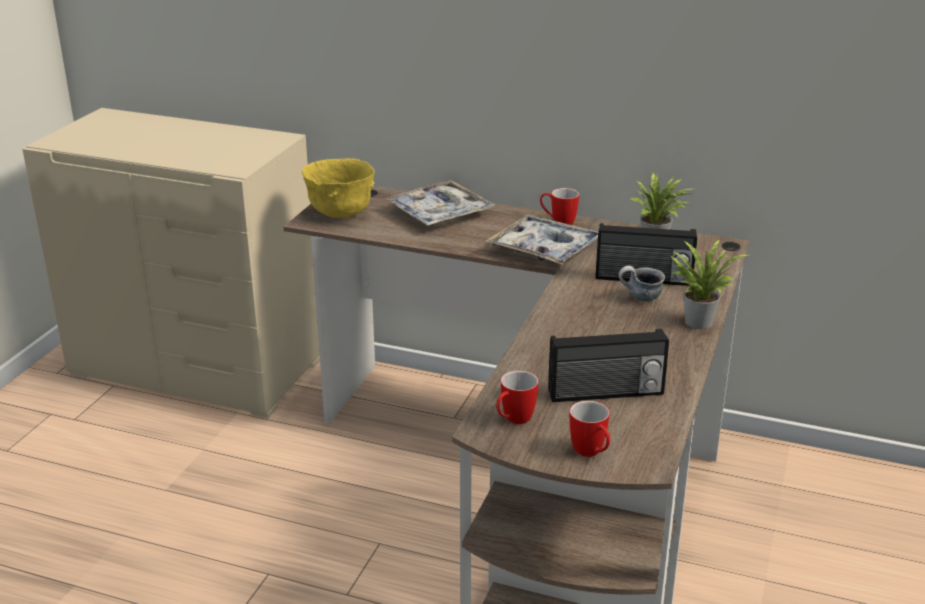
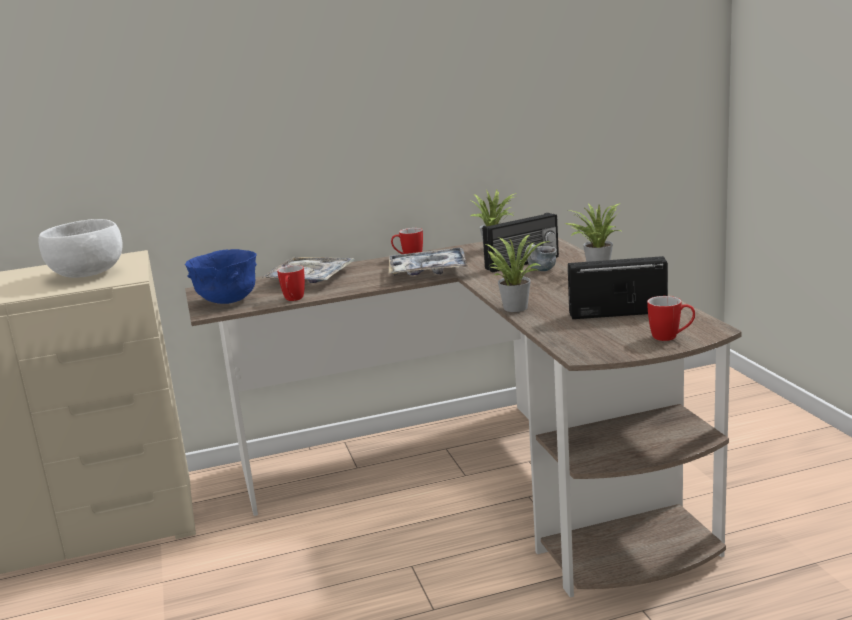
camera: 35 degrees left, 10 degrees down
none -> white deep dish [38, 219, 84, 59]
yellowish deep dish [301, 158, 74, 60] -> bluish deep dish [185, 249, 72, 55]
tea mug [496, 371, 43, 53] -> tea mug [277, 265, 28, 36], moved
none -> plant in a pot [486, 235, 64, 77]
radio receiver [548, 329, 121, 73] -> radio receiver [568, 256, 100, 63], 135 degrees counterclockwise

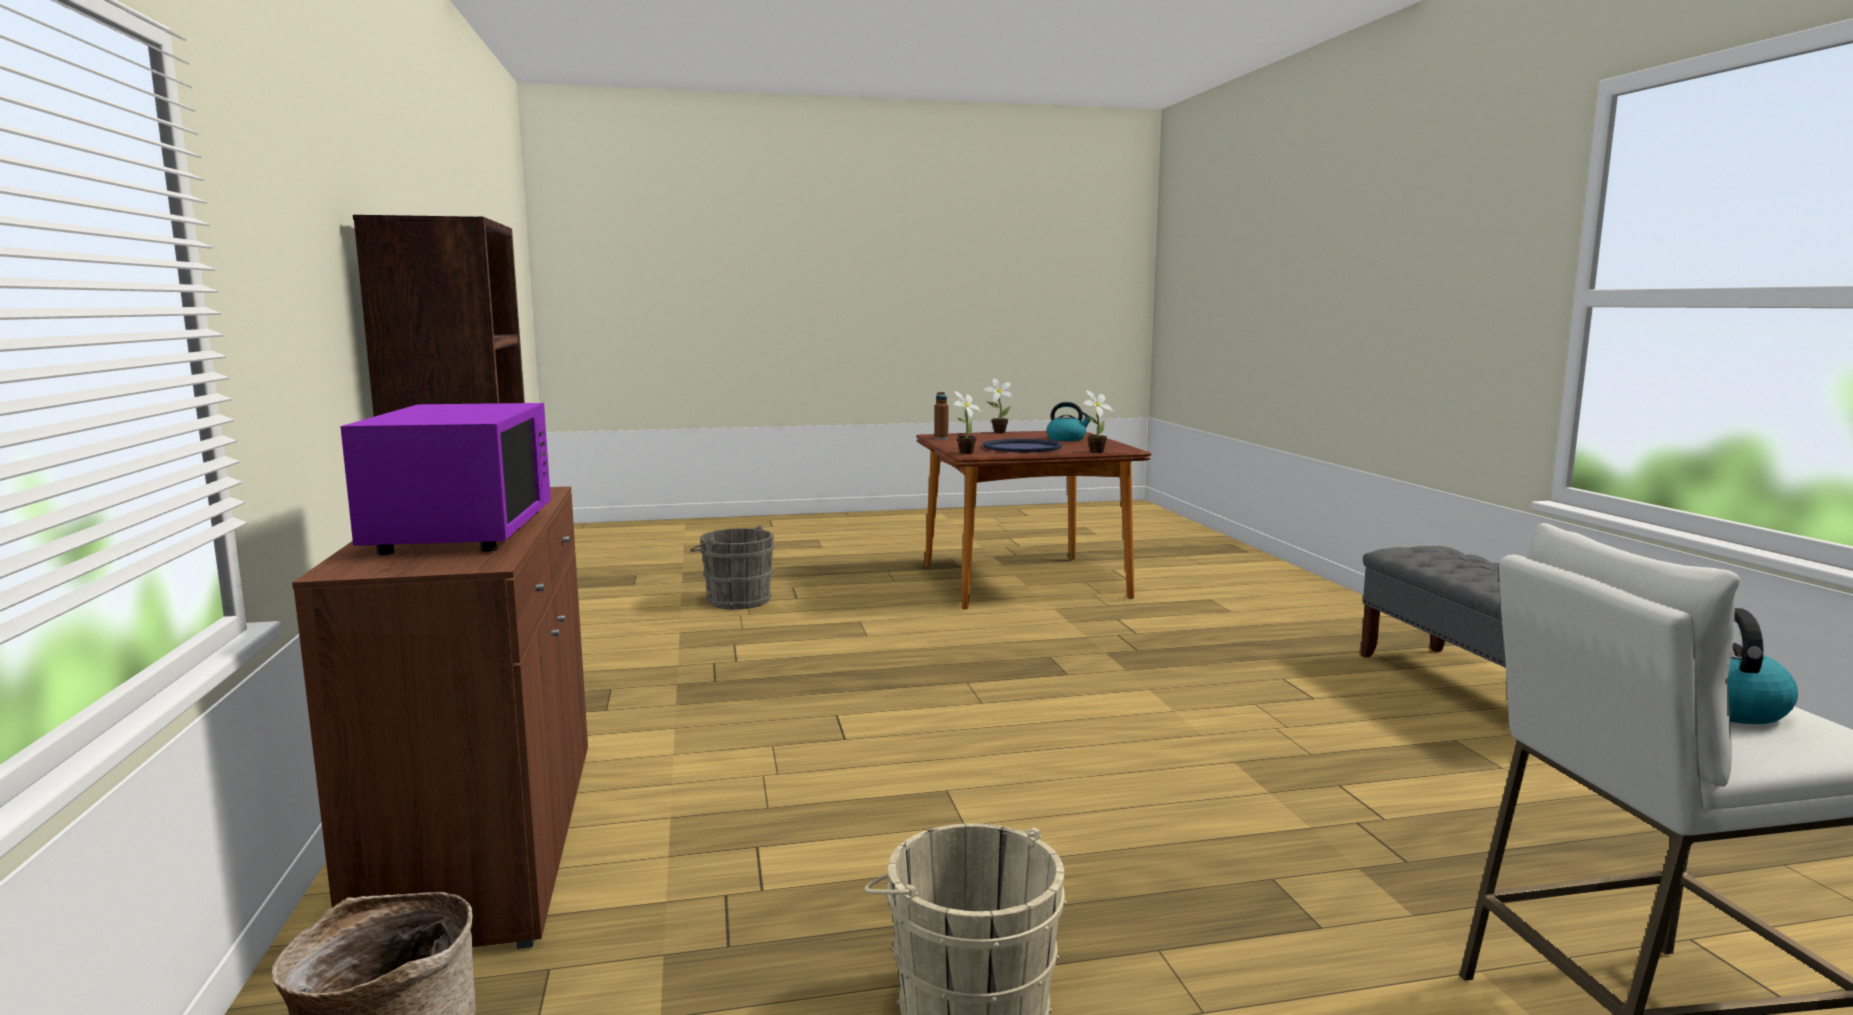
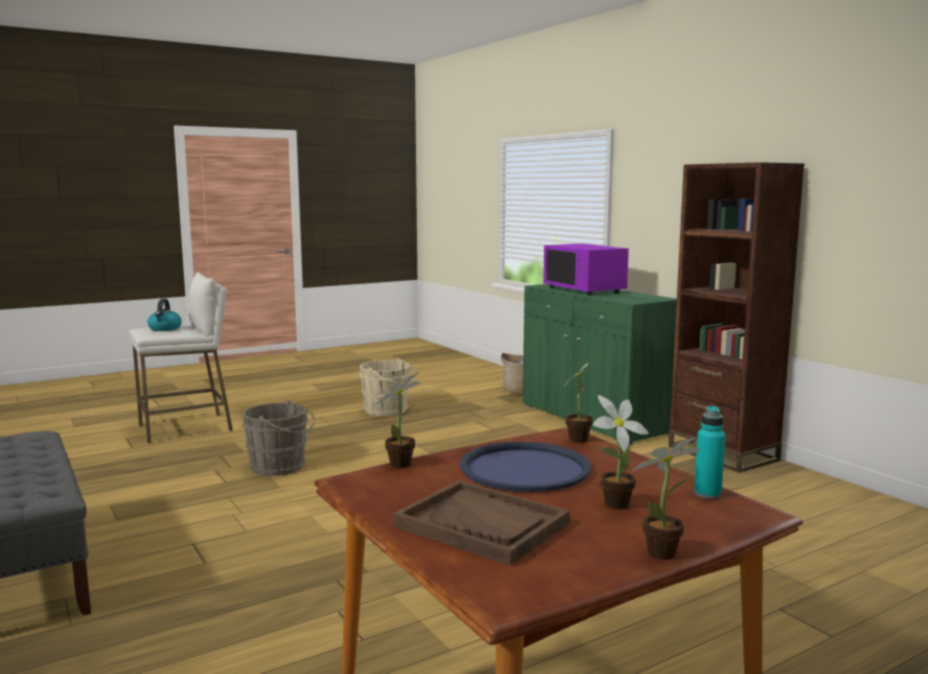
camera: 160 degrees right, 0 degrees up
grey bucket [690, 525, 85, 85] -> grey bucket [242, 400, 73, 76], moved
kettle [1047, 402, 45, 39] -> brownish tray [393, 480, 177, 86]
brownish storage cabinet [292, 486, 296, 463] -> green storage cabinet [523, 284, 154, 161]
none -> plant in a pot [593, 395, 56, 114]
brownish bottle [935, 392, 13, 48] -> blue-green bottle [694, 406, 32, 93]

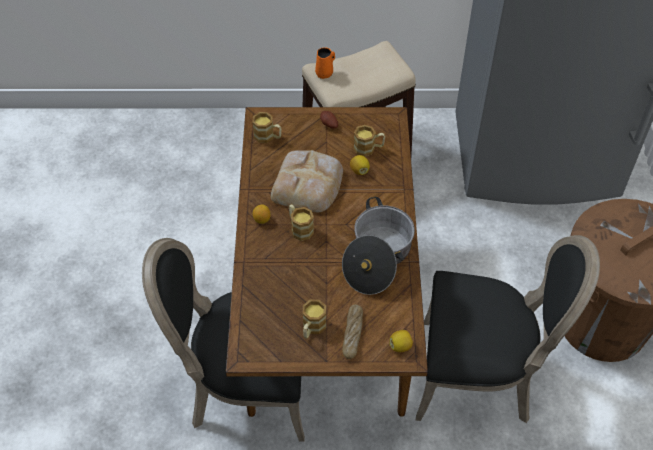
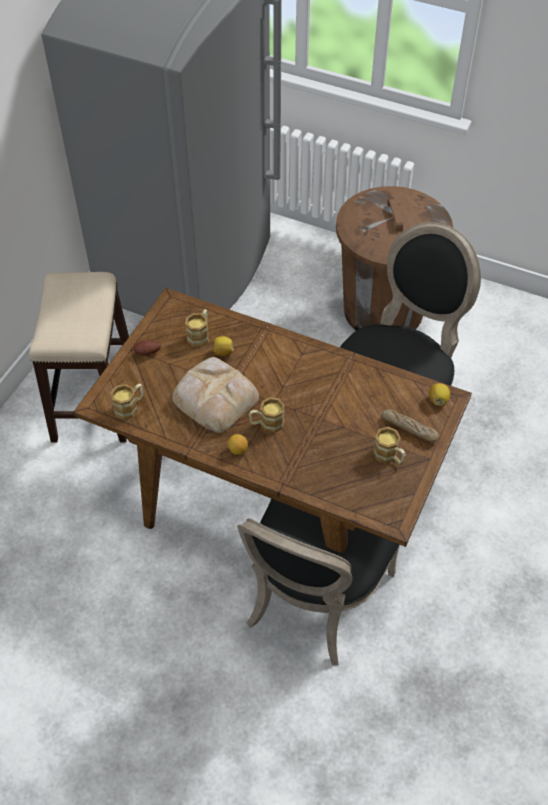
camera: 65 degrees left, 0 degrees up
orange-coloured tea mug [315, 47, 20, 32] -> none
cooking pot [342, 197, 73, 98] -> none

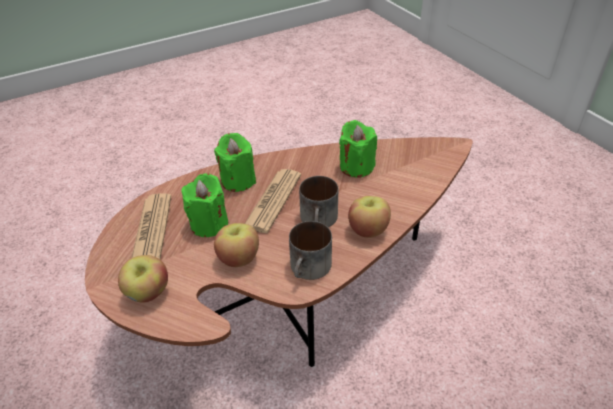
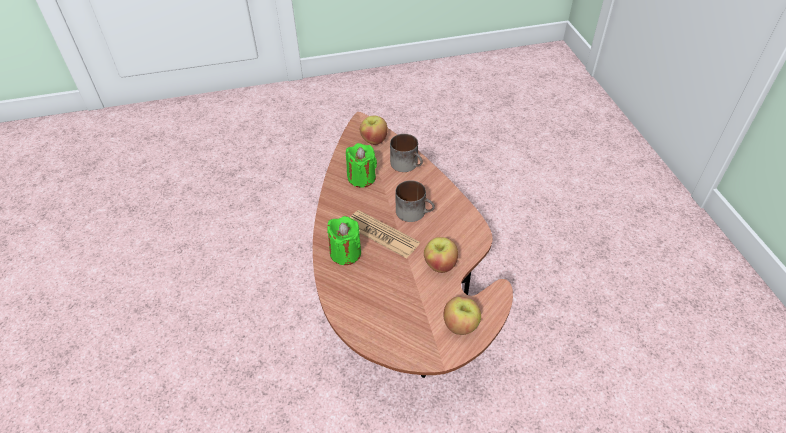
camera: 75 degrees left, 5 degrees up
whole apple [348, 196, 43, 42] -> whole apple [360, 115, 28, 30], moved
tea mug [289, 221, 43, 59] -> tea mug [390, 134, 33, 38], moved
daily paper [132, 193, 39, 66] -> none
green candle [181, 173, 47, 64] -> none

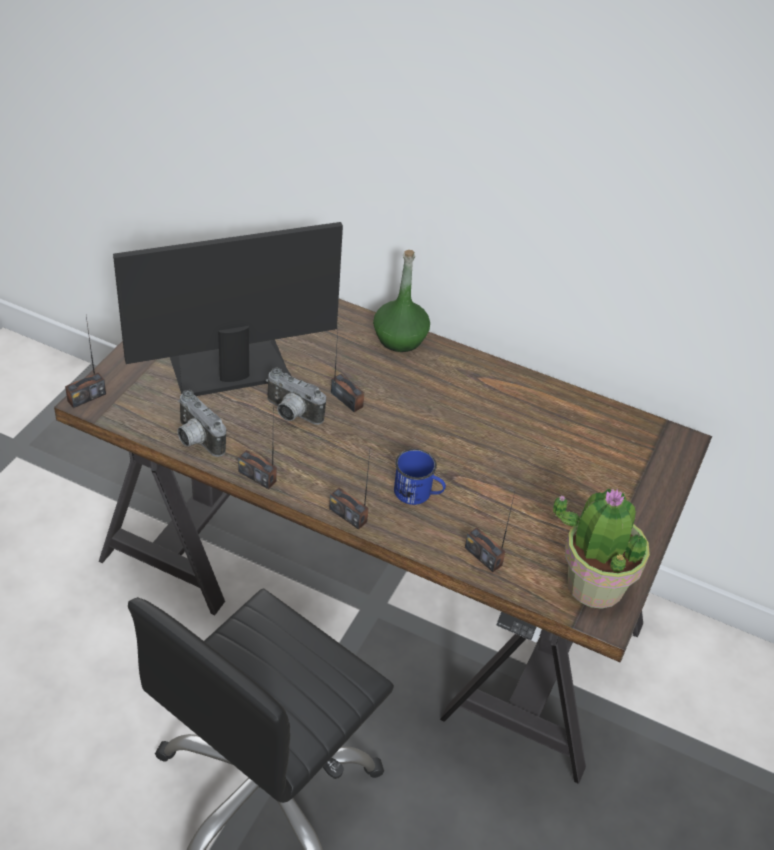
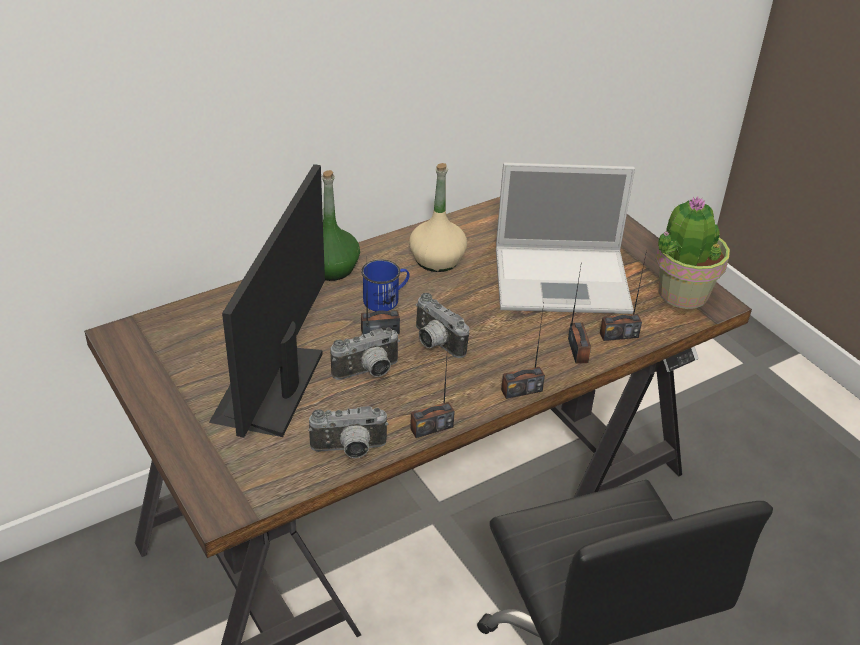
camera: 55 degrees left, 5 degrees down
bluish tea mug [394, 449, 52, 56] -> bluish tea mug [361, 259, 49, 52], moved
none -> sand-coloured bottle [409, 163, 58, 109]
none -> still camera [415, 293, 54, 65]
none -> notebook computer [496, 163, 139, 151]
radio receiver [65, 317, 41, 91] -> radio receiver [568, 261, 23, 103], moved

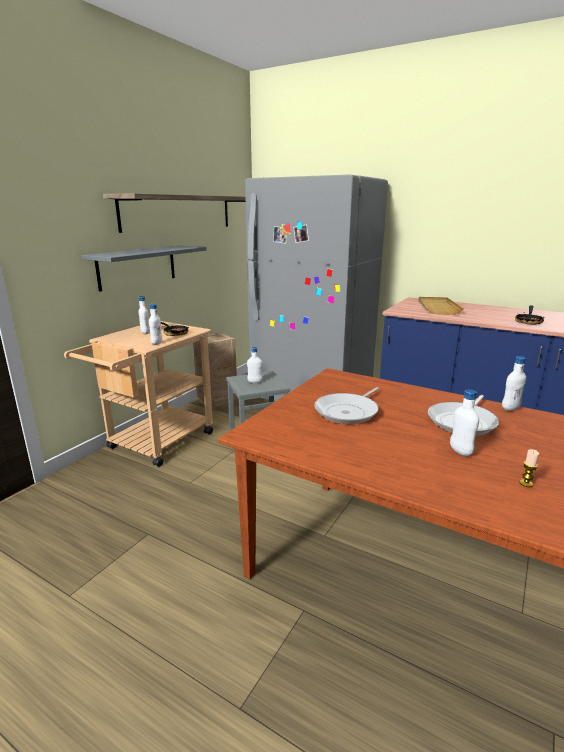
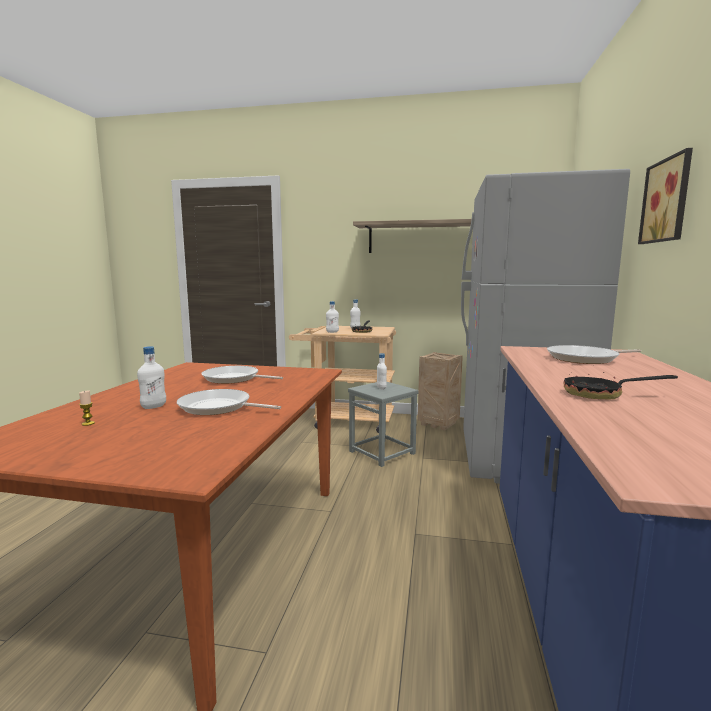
camera: 70 degrees right, 10 degrees down
sand-coloured tray [418, 297, 45, 18] -> frying pan [547, 345, 94, 19]
none -> wall art [638, 148, 55, 96]
grey wall shelf [82, 245, 125, 47] -> none
white bottle [502, 356, 24, 55] -> none

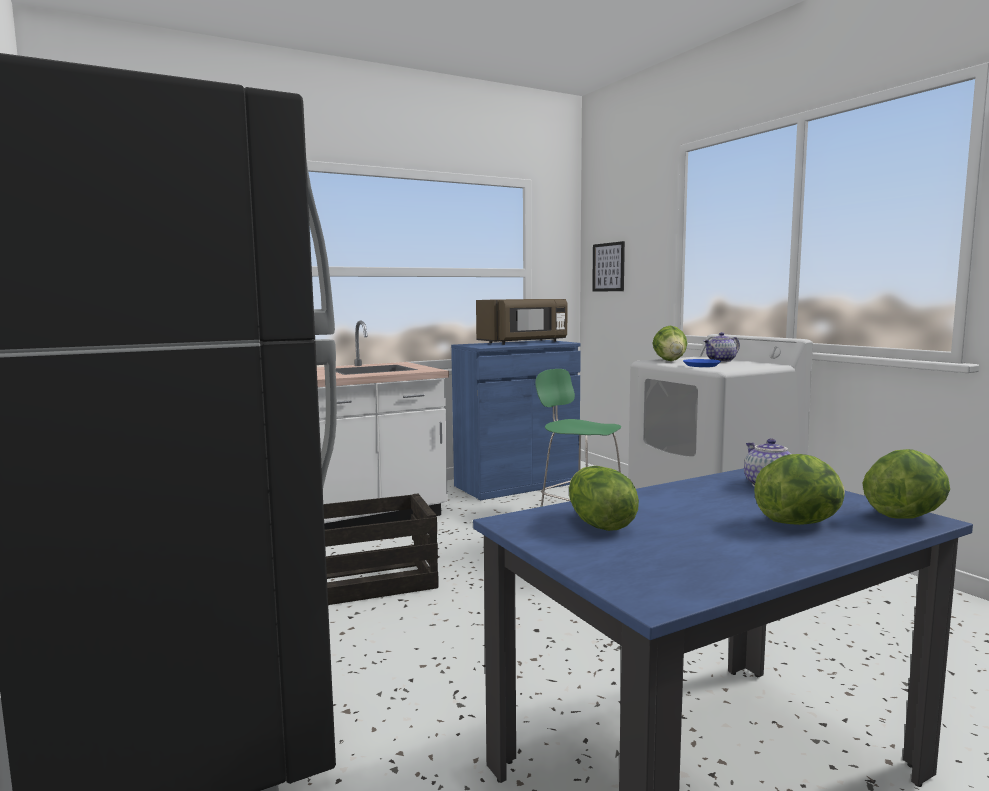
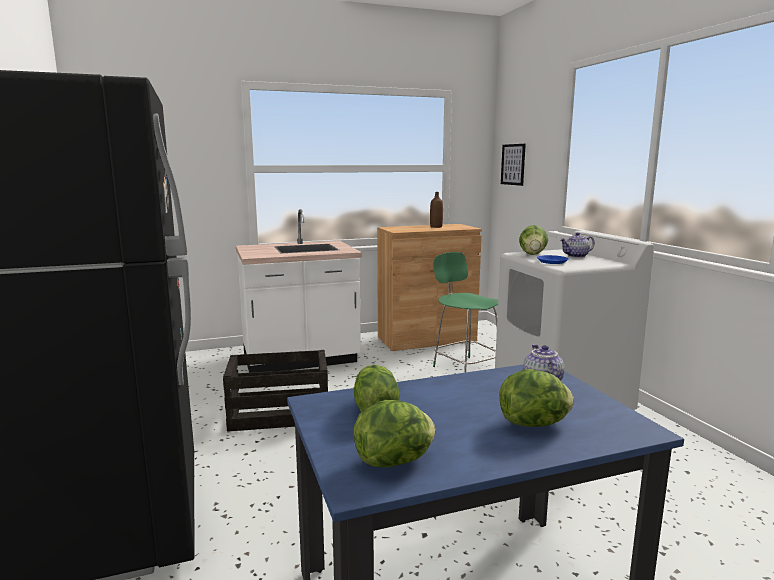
camera: 10 degrees right, 5 degrees up
lettuce head [862, 449, 88, 70] -> lettuce head [353, 400, 82, 67], moved
bluish storage cabinet [451, 340, 130, 160] -> brownish storage cabinet [377, 224, 105, 127]
brownish microwave oven [476, 299, 91, 46] -> brownish bottle [430, 192, 13, 36]

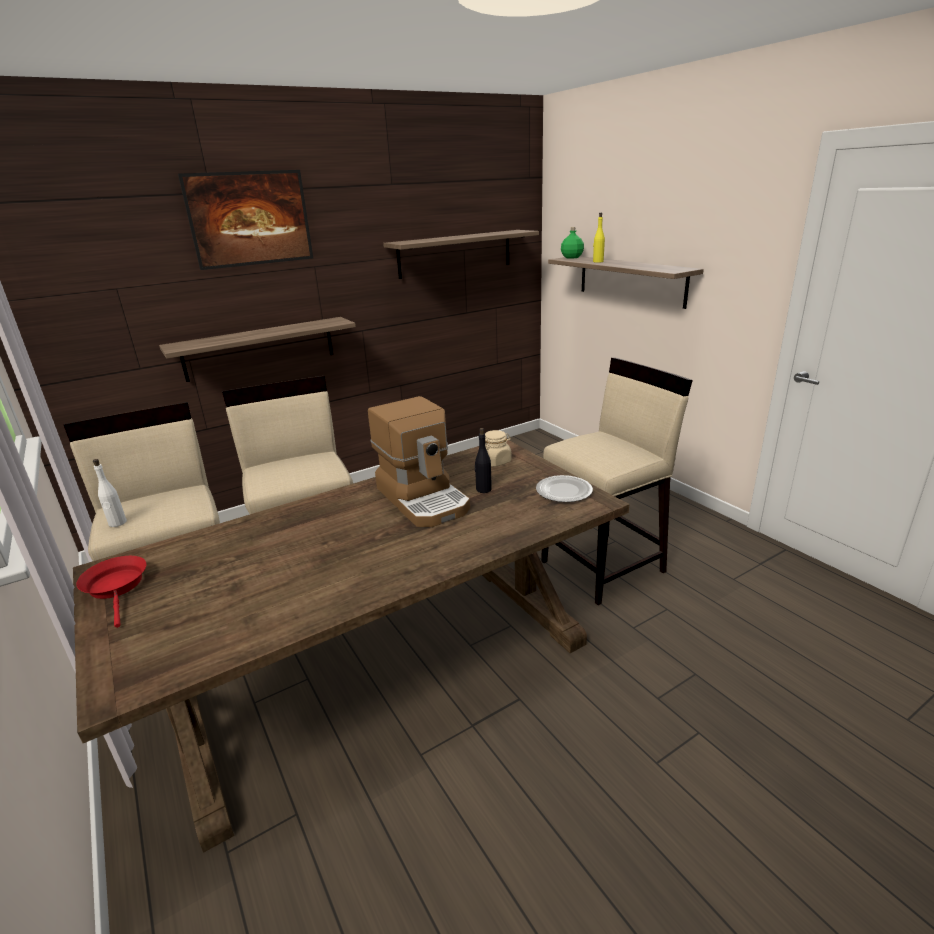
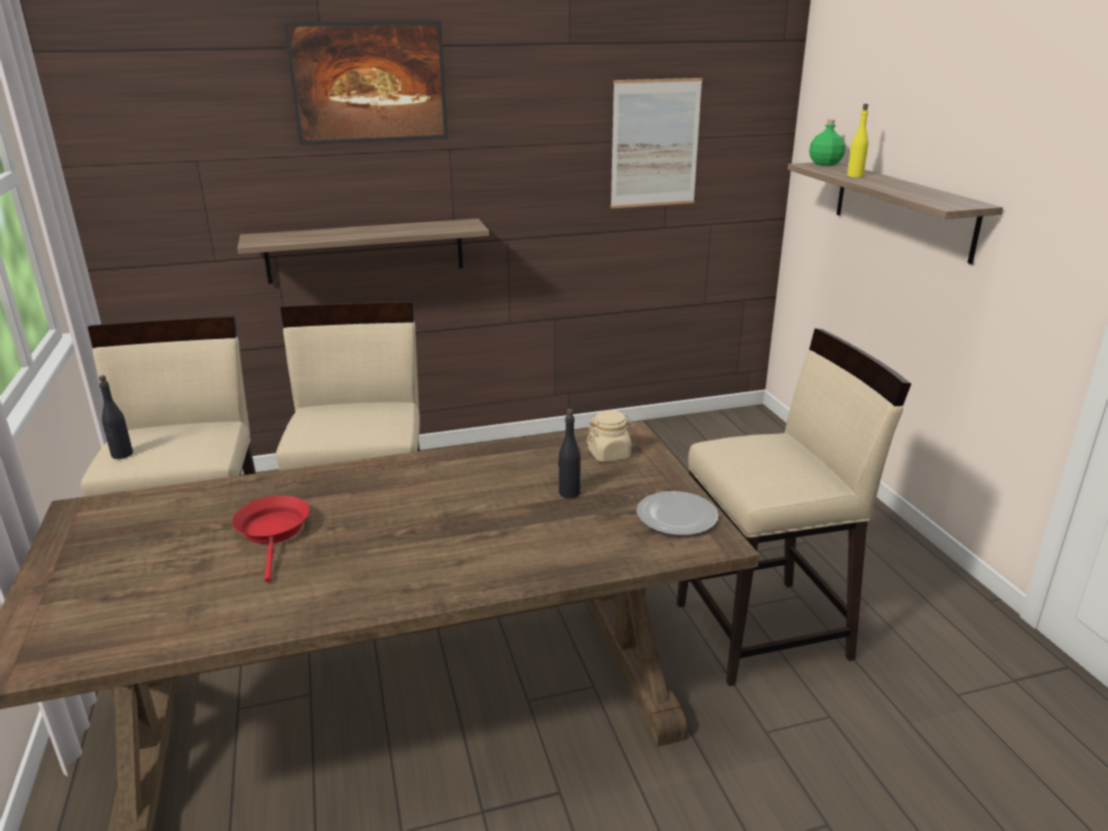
camera: 15 degrees right, 0 degrees up
white bottle [93, 459, 34, 68] -> blackish bottle [99, 375, 34, 84]
red-coloured frying pan [76, 556, 70, 72] -> red-coloured frying pan [232, 496, 78, 86], moved
wall shelf [383, 230, 156, 49] -> wall art [610, 78, 93, 131]
coffee maker [368, 396, 102, 131] -> none

